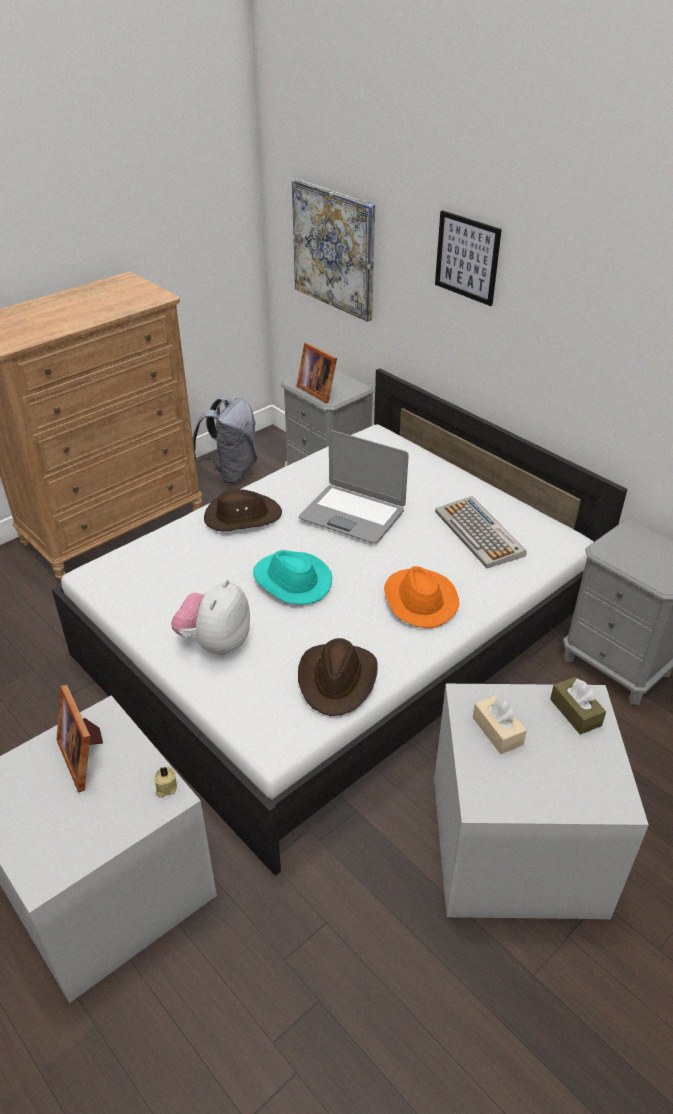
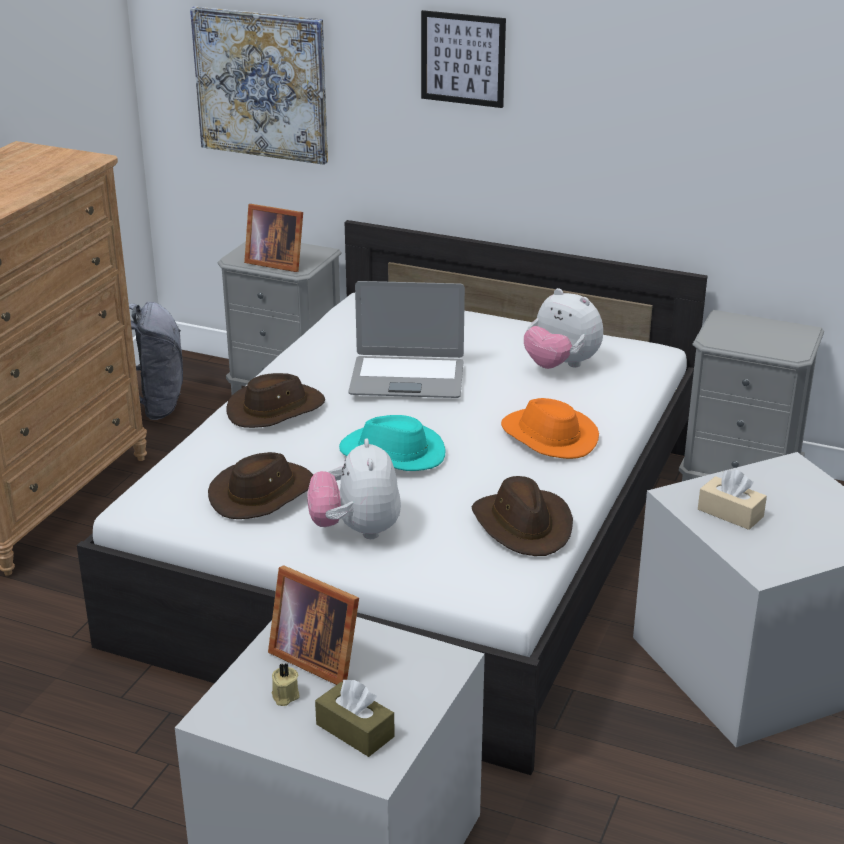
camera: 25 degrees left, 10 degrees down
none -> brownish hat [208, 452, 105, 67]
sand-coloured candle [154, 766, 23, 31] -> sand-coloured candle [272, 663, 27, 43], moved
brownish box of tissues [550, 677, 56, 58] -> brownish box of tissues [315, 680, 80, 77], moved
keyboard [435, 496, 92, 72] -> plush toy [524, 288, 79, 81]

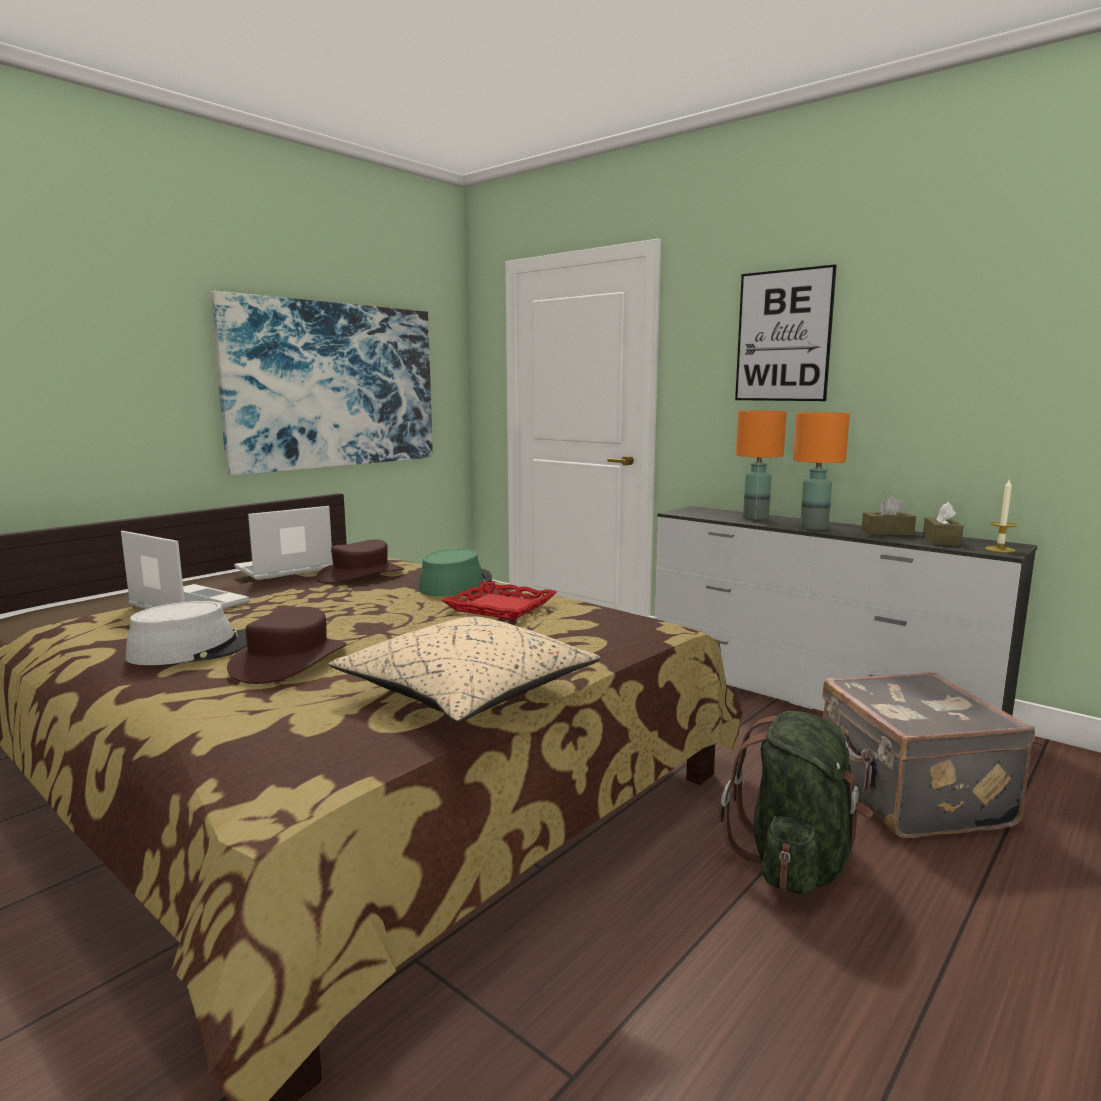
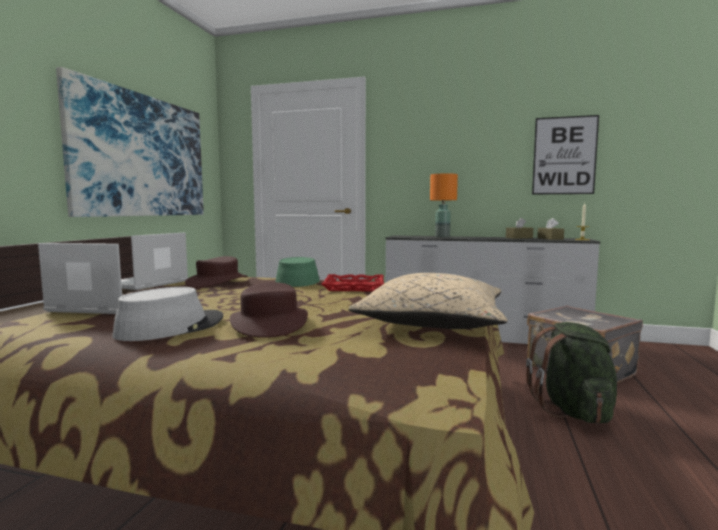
camera: 25 degrees left, 5 degrees down
wall art [735, 264, 102, 137] -> wall art [532, 115, 67, 80], moved
orange-coloured table lamp [793, 412, 57, 118] -> none

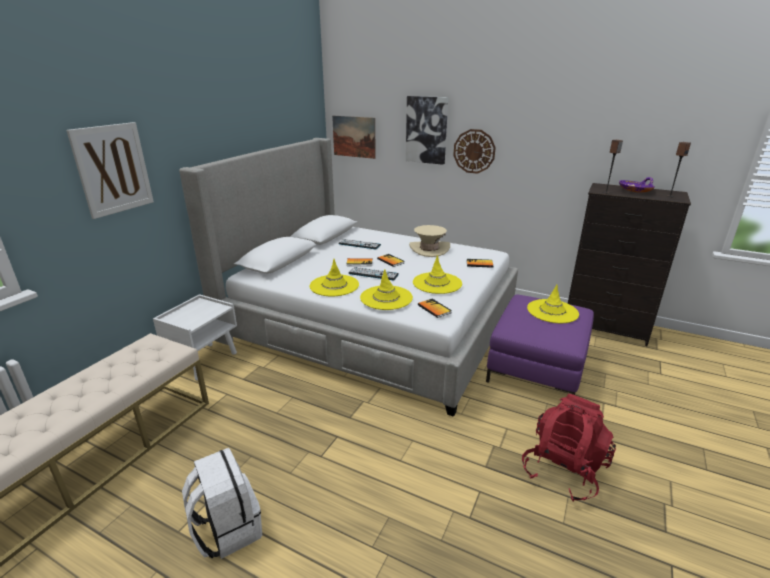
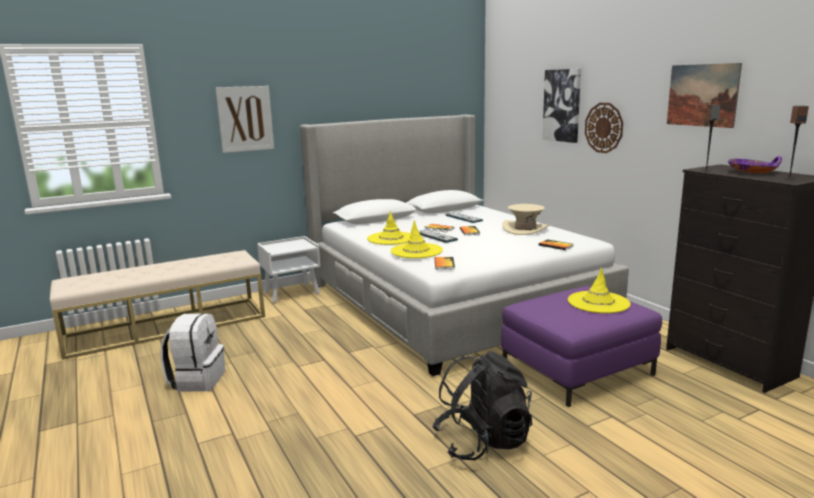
camera: 35 degrees right, 10 degrees down
red-coloured knapsack [522, 394, 94, 107] -> blackish knapsack [432, 351, 100, 109]
wall art [332, 116, 44, 43] -> wall art [667, 63, 75, 65], moved
yellowish hat [413, 255, 49, 39] -> none

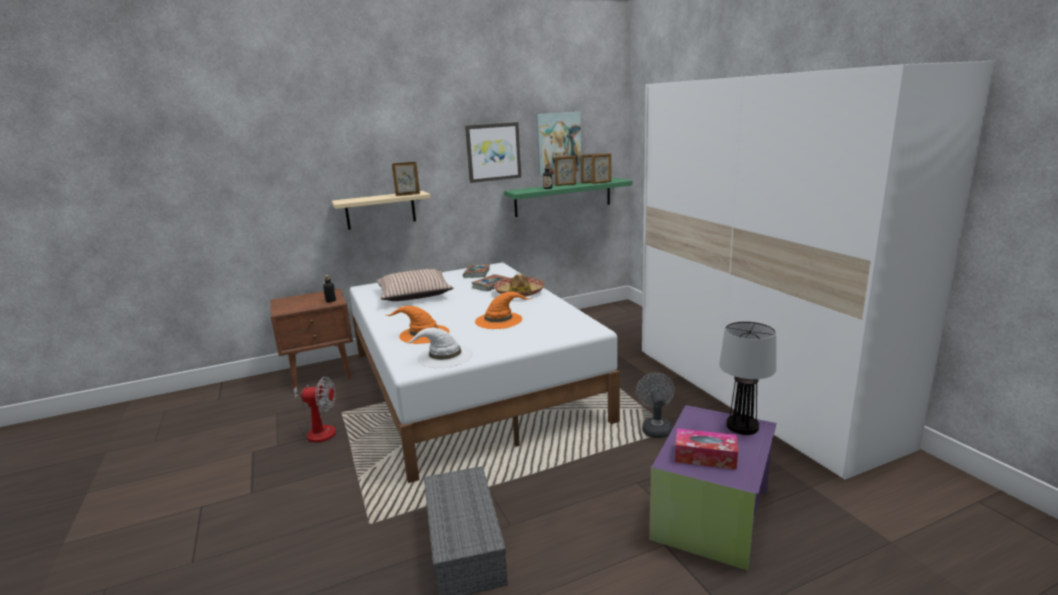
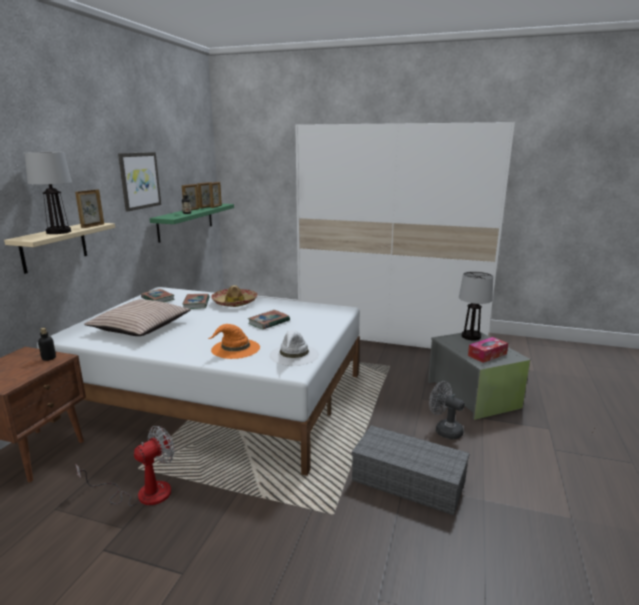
camera: 50 degrees left, 0 degrees up
none -> table lamp [24, 152, 48, 82]
orange-coloured hat [475, 292, 57, 37] -> volume [248, 310, 42, 19]
purple-coloured storage box [649, 405, 127, 166] -> grey storage box [428, 330, 103, 90]
grey fan [636, 373, 39, 65] -> grey fan [429, 381, 36, 58], moved
wall art [536, 112, 45, 63] -> none

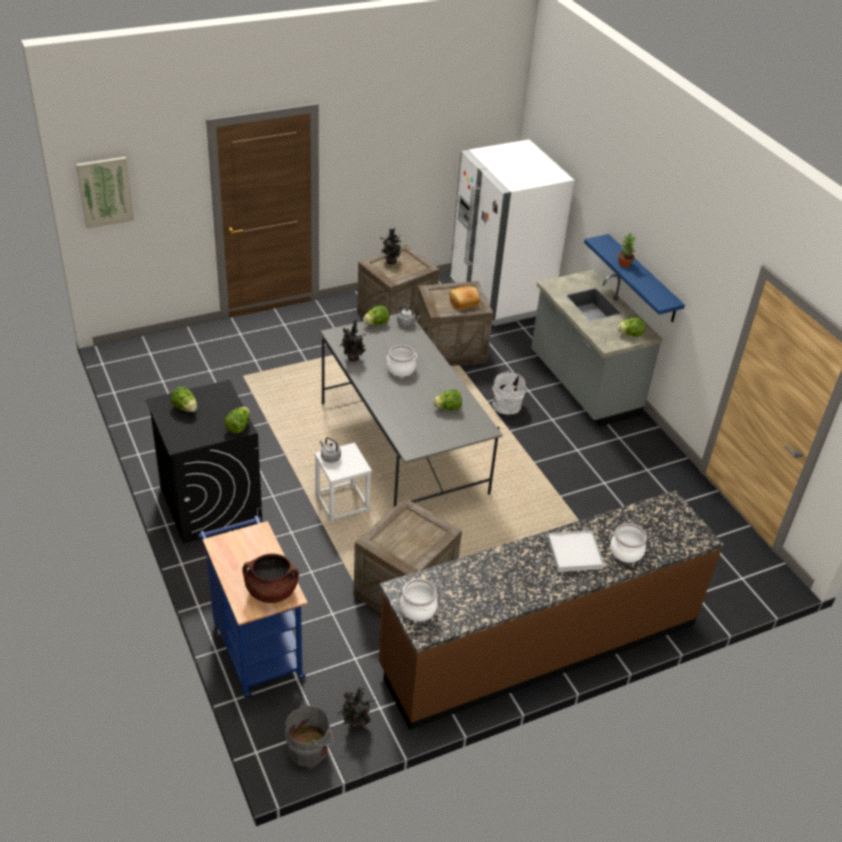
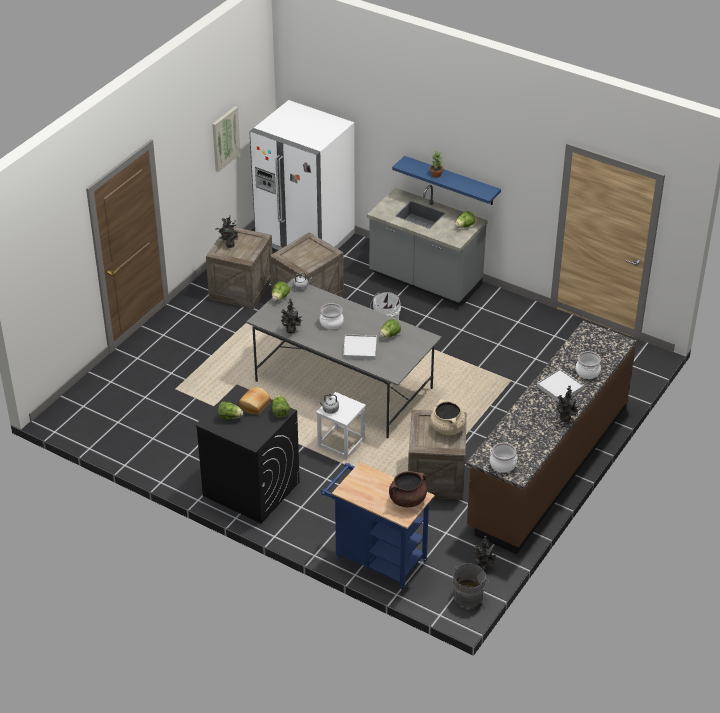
camera: 30 degrees left, 0 degrees up
wall art [76, 157, 58, 72] -> wall art [212, 106, 29, 66], moved
baked bread [449, 286, 31, 24] -> baked bread [239, 387, 32, 28], moved
none -> white tray [343, 334, 34, 26]
none -> sand-coloured cooking pot [430, 399, 36, 36]
none -> plant in a pot [556, 386, 23, 36]

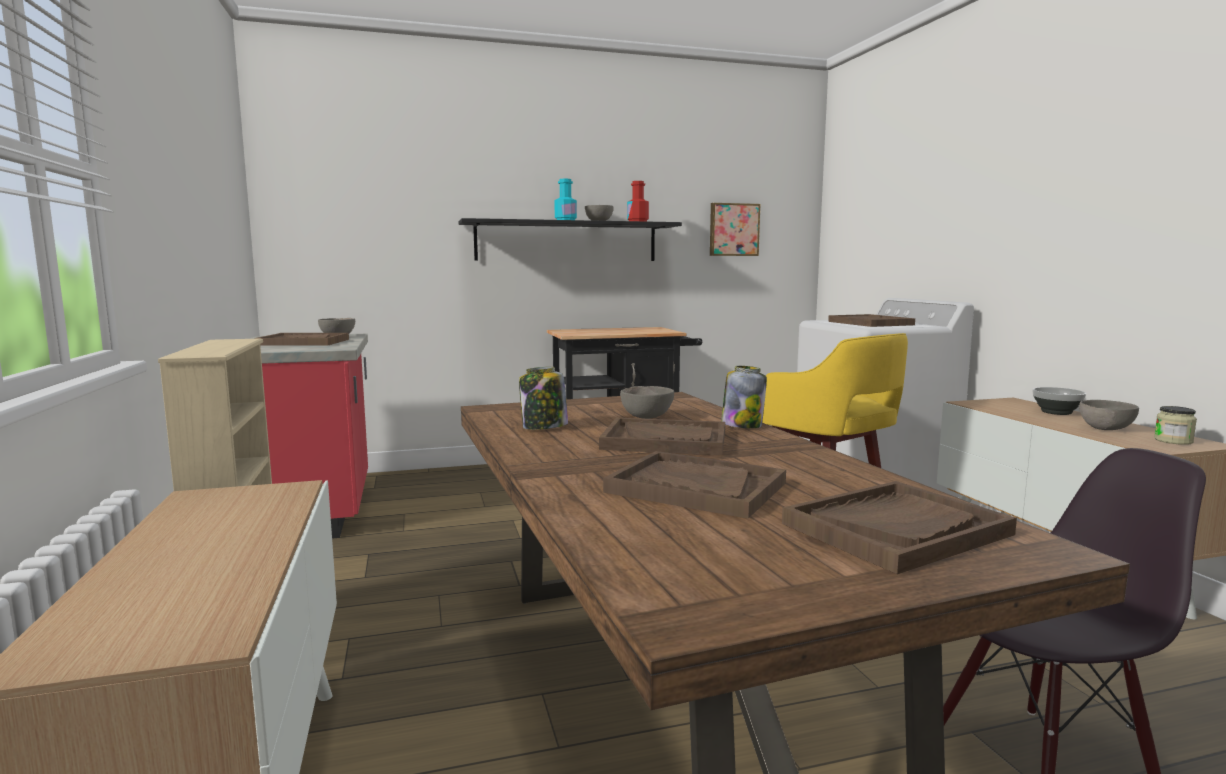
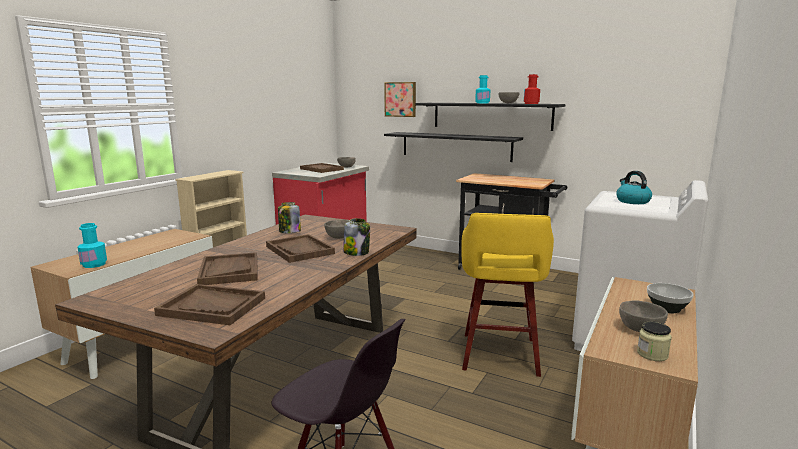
camera: 45 degrees right, 5 degrees up
none -> blue-green bottle [77, 223, 30, 45]
wall art [710, 203, 50, 53] -> wall art [384, 82, 32, 35], moved
none -> blackish wall shelf [384, 132, 139, 30]
brownish tray [828, 314, 87, 13] -> kettle [616, 171, 36, 33]

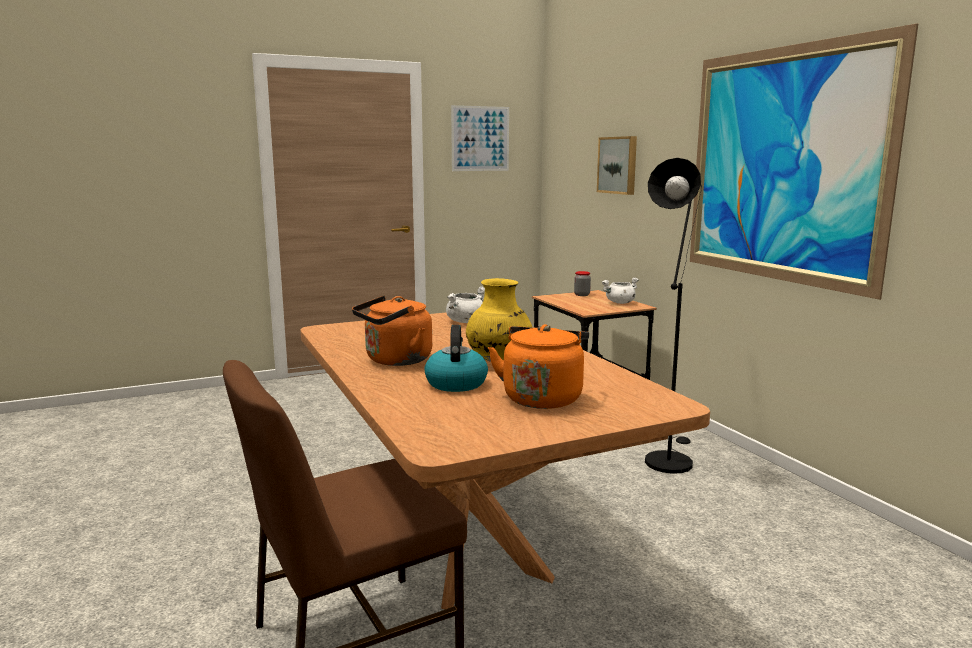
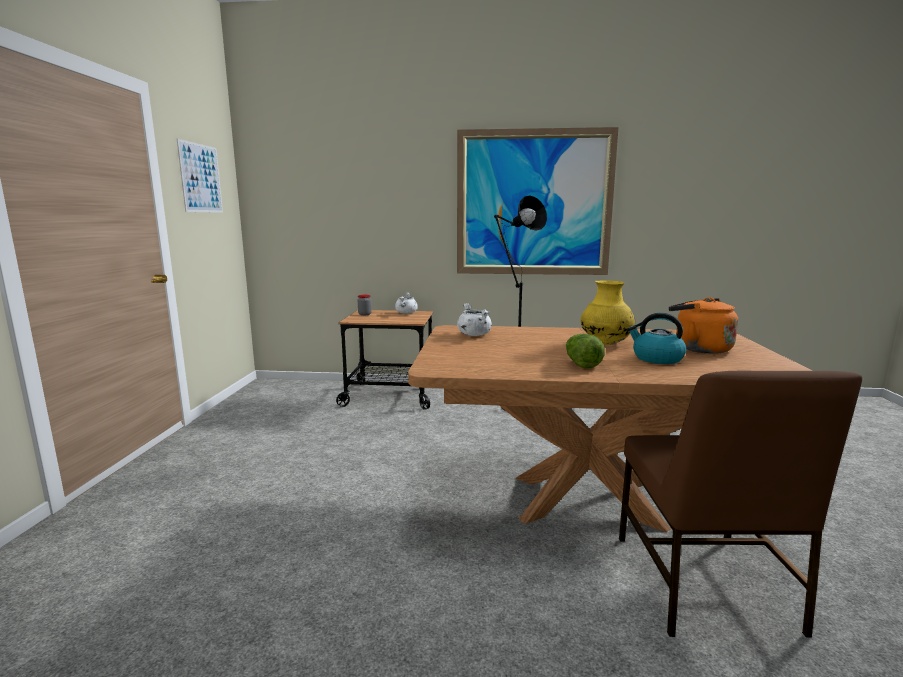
camera: 60 degrees left, 0 degrees up
orange-coloured kettle [352, 296, 80, 70] -> lettuce head [566, 334, 39, 35]
wall art [597, 136, 40, 59] -> none

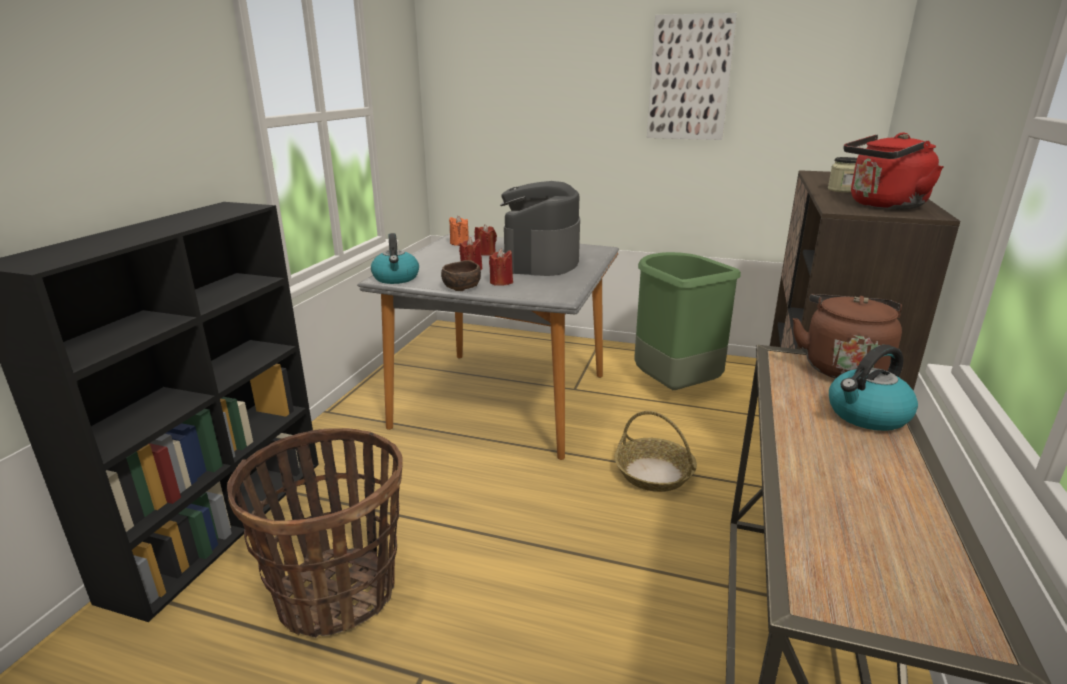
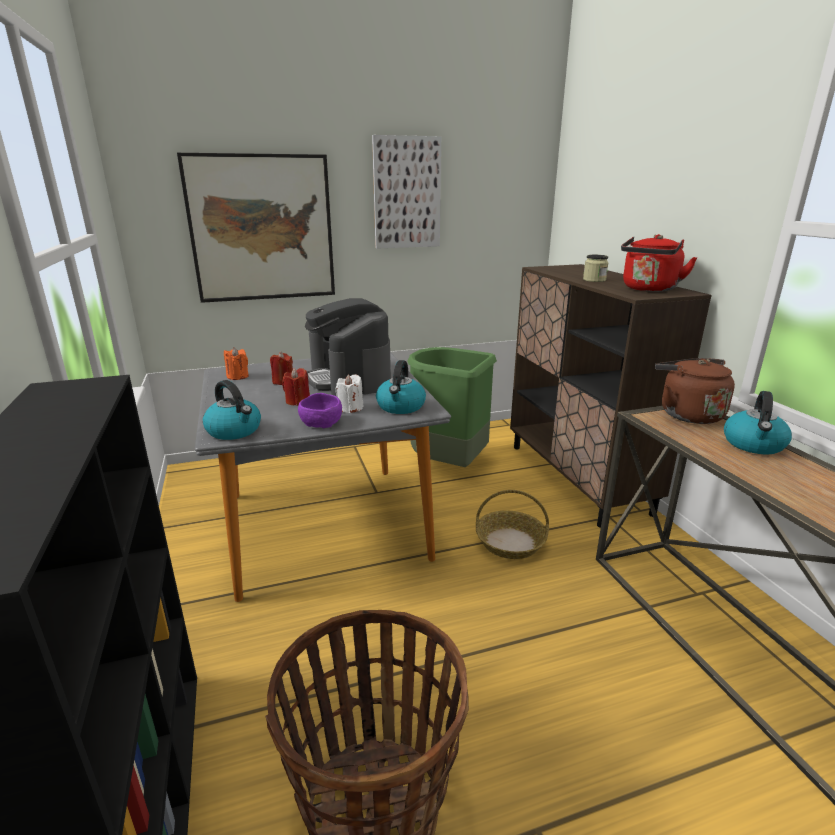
camera: 35 degrees left, 0 degrees up
none -> wall art [177, 153, 158, 150]
brownish deep dish [441, 260, 40, 31] -> purple-coloured deep dish [298, 393, 44, 35]
red-coloured candle [489, 249, 24, 37] -> white candle [335, 374, 28, 39]
none -> kettle [376, 360, 50, 54]

